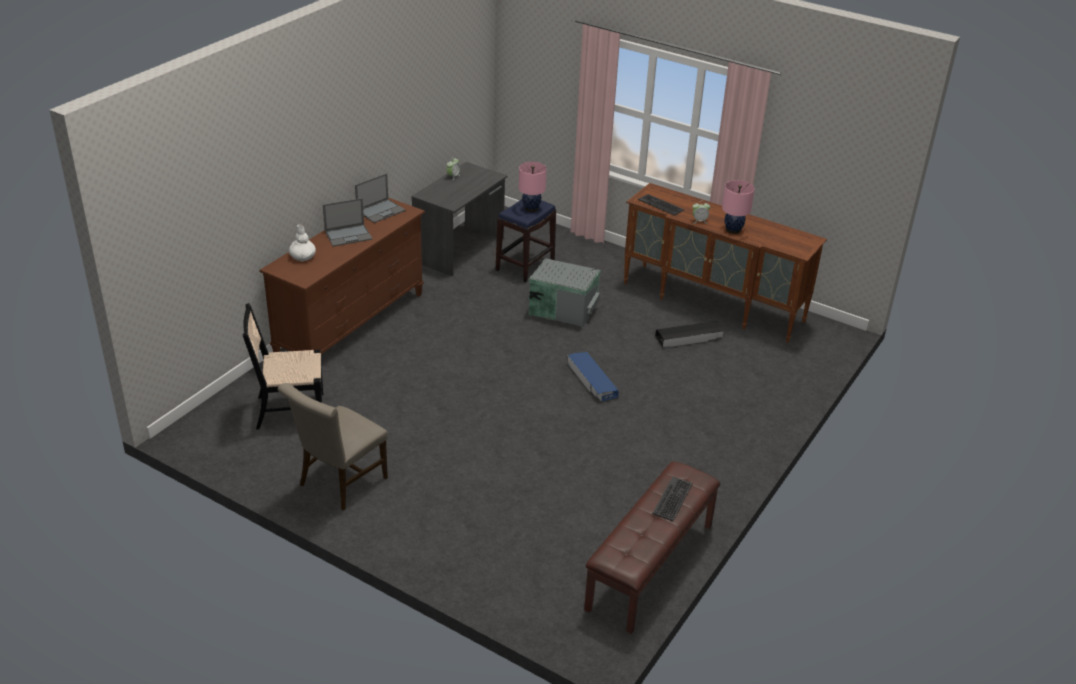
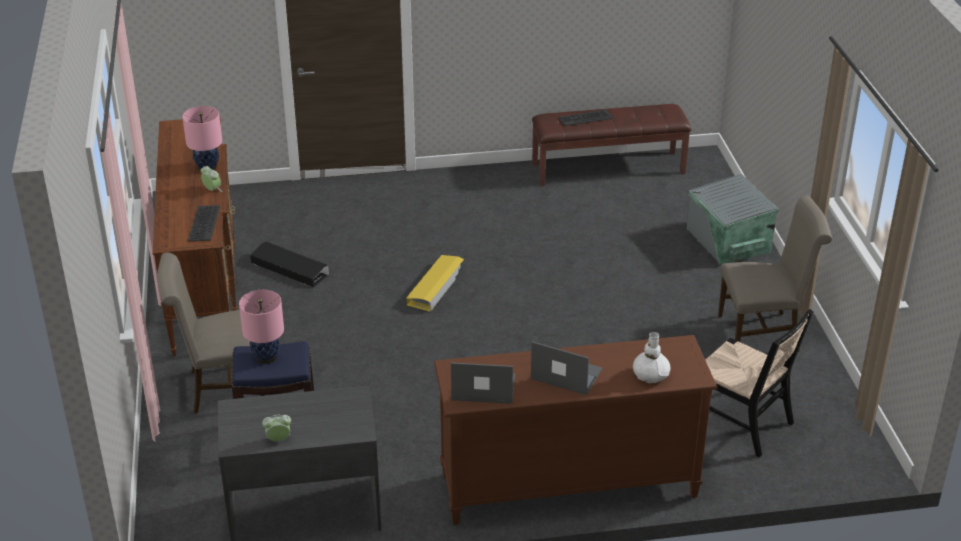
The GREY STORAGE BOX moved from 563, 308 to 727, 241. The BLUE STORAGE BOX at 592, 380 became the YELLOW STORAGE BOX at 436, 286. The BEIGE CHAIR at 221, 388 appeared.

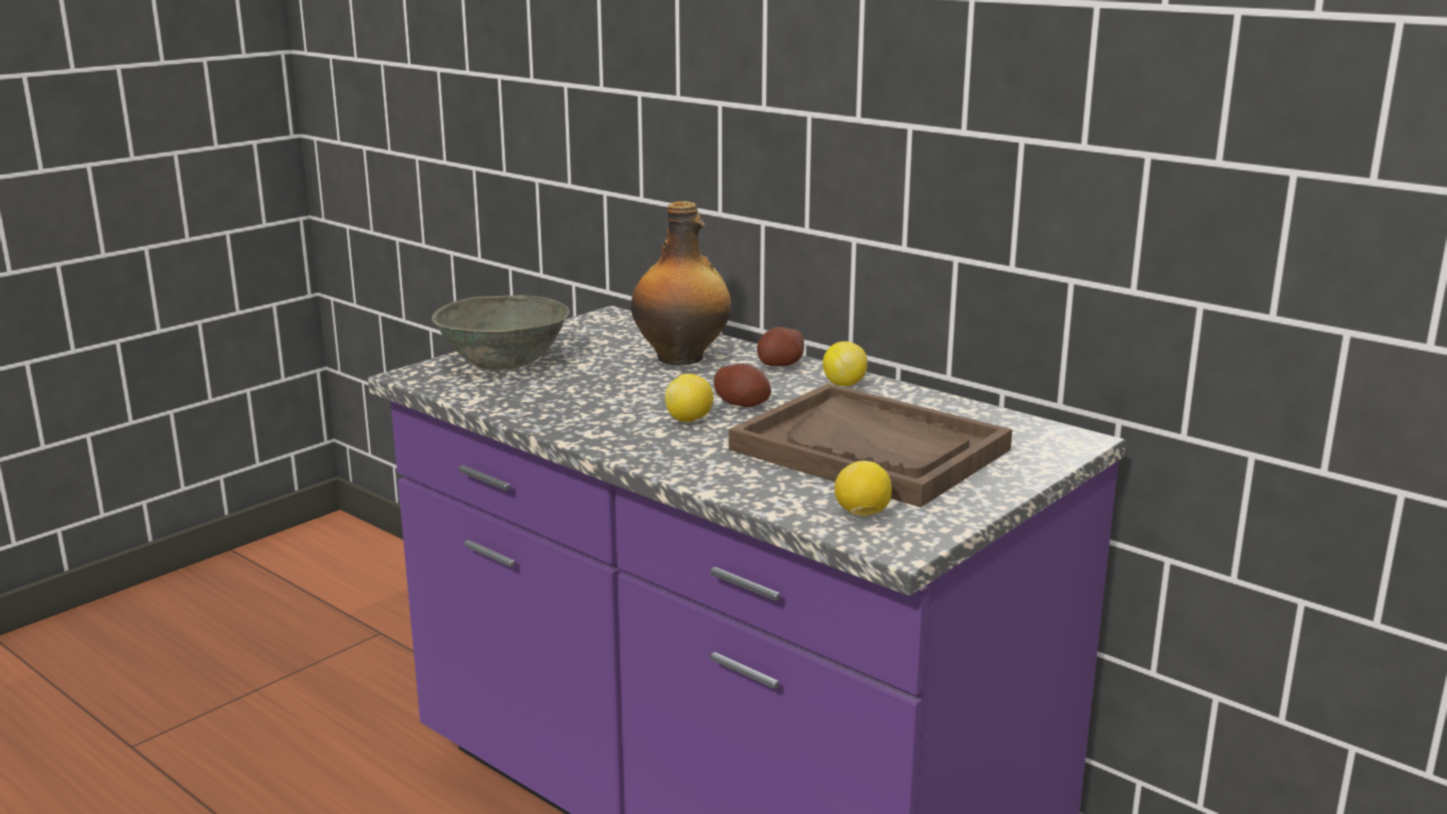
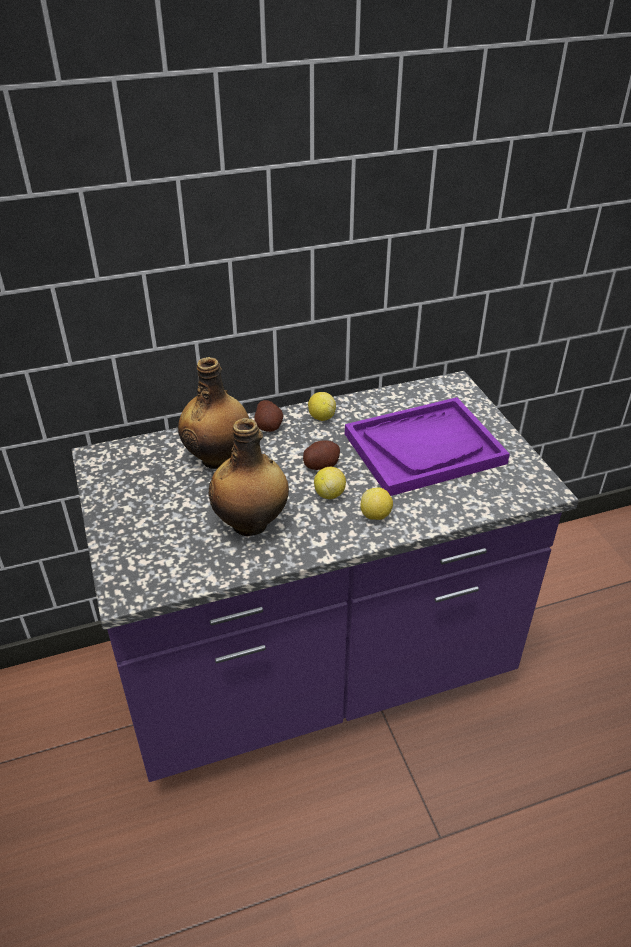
The GREY BOWL at 504, 361 disappeared. The BROWN TRAY at 870, 450 became the PURPLE TRAY at 424, 448. The LEMON moved from 862, 514 to 375, 515. The BOTTLE at 251, 523 appeared.

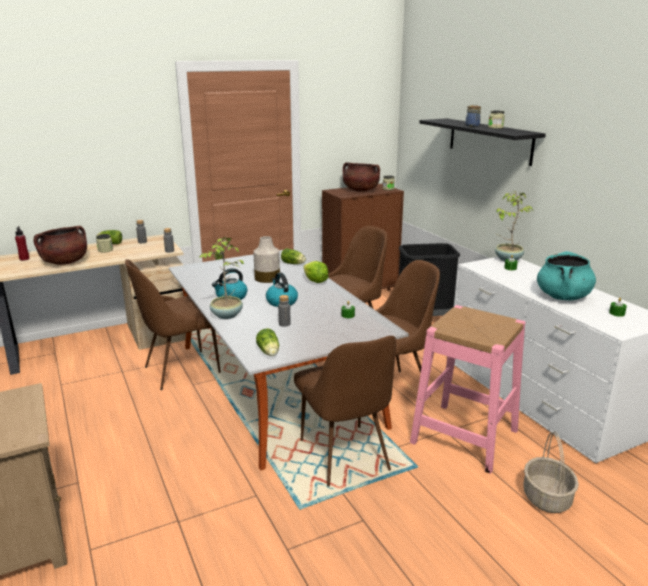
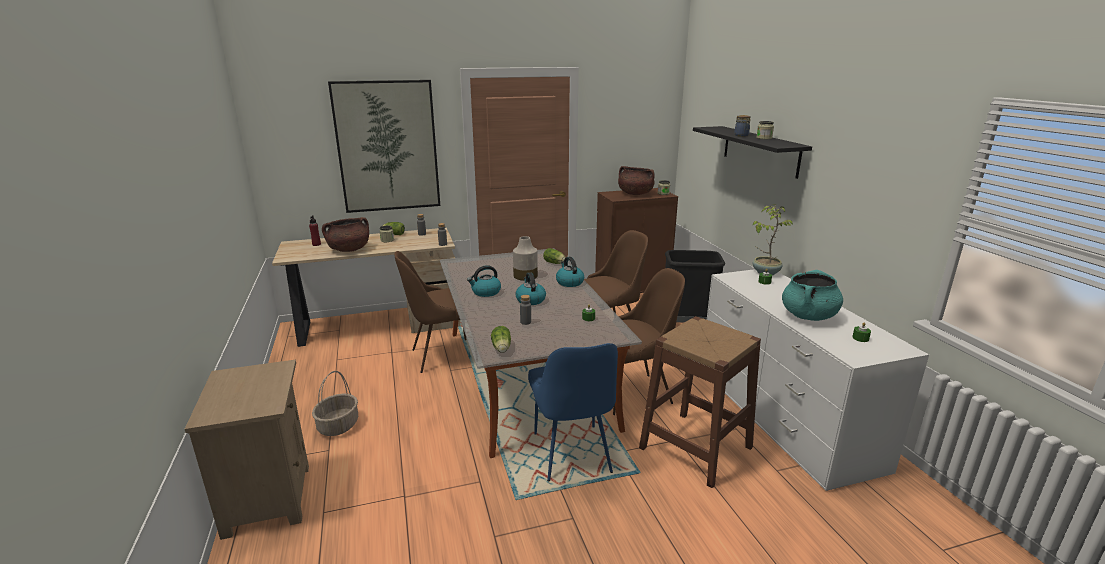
The POTTED PLANT at 226, 315 disappeared. The BROWN CHAIR at 345, 455 became the BLUE CHAIR at 573, 453. The LETTUCE at 315, 281 was replaced by the KETTLE at 569, 282. The PINK STOOL at 464, 436 became the BROWN STOOL at 696, 447. The BASKET moved from 547, 498 to 338, 426. The PICTURE at 387, 147 appeared.

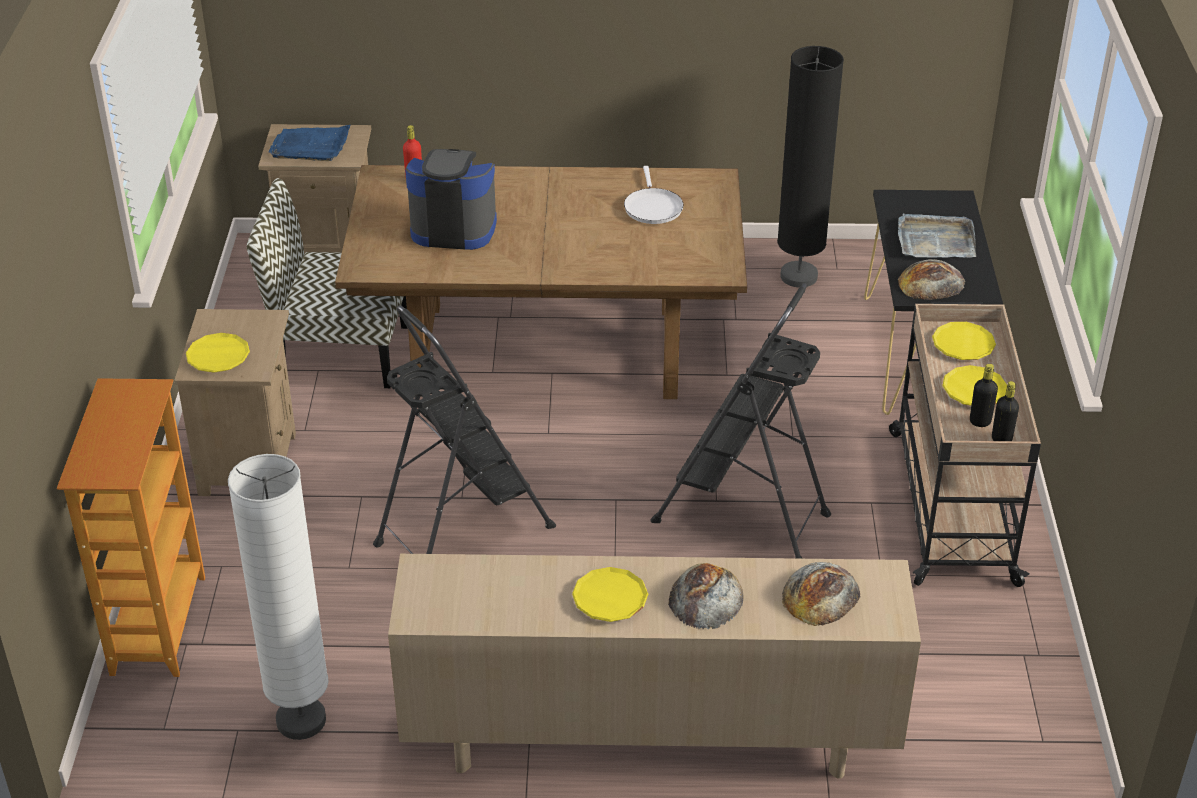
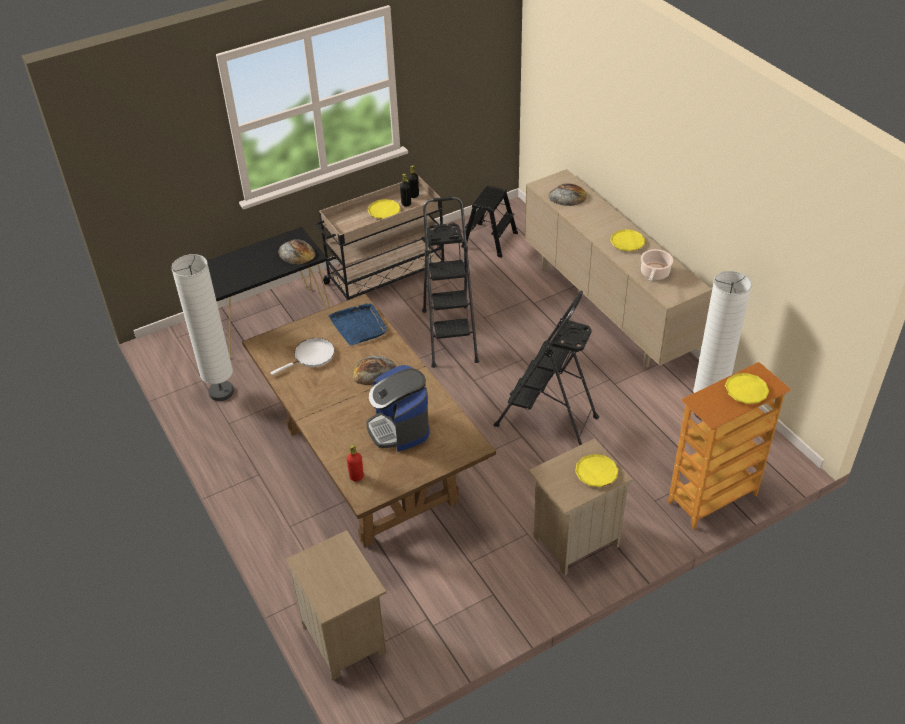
The CHAIR at 339, 353 disappeared. The BLUE TRAY moved from 311, 146 to 359, 326. The BREAD moved from 706, 597 to 374, 371. The BLACK FLOOR LAMP at 799, 277 became the WHITE FLOOR LAMP at 221, 392. The GREY TRAY at 935, 240 disappeared. The YELLOW PLATE moved from 963, 345 to 746, 391. The BLACK STEP LADDER at 489, 240 appeared. The COOKING POT at 654, 274 appeared.

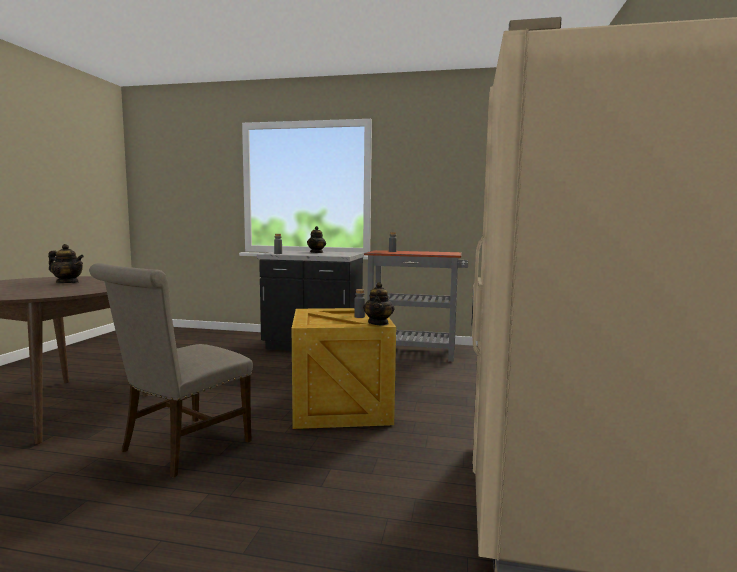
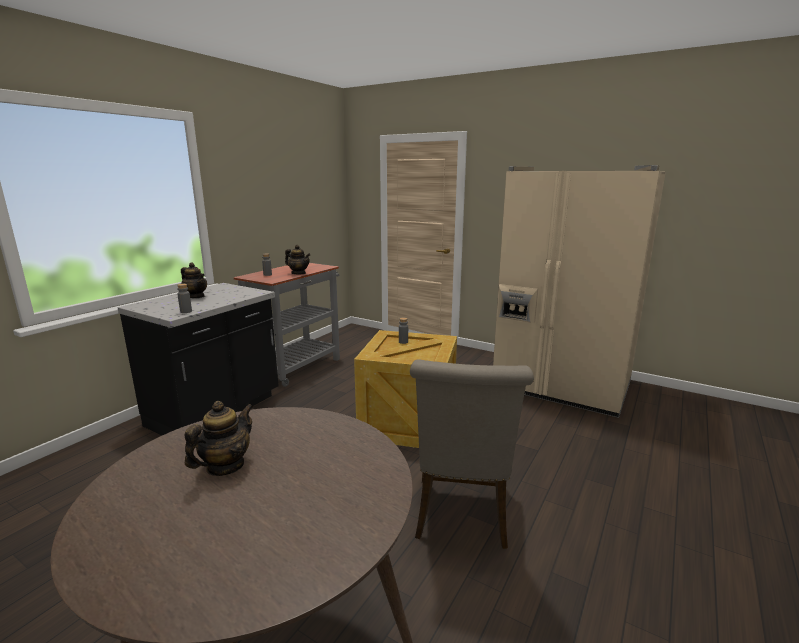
The BEIGE CHAIR at 180, 448 turned 45 degrees clockwise. The TEAPOT moved from 378, 323 to 298, 273.

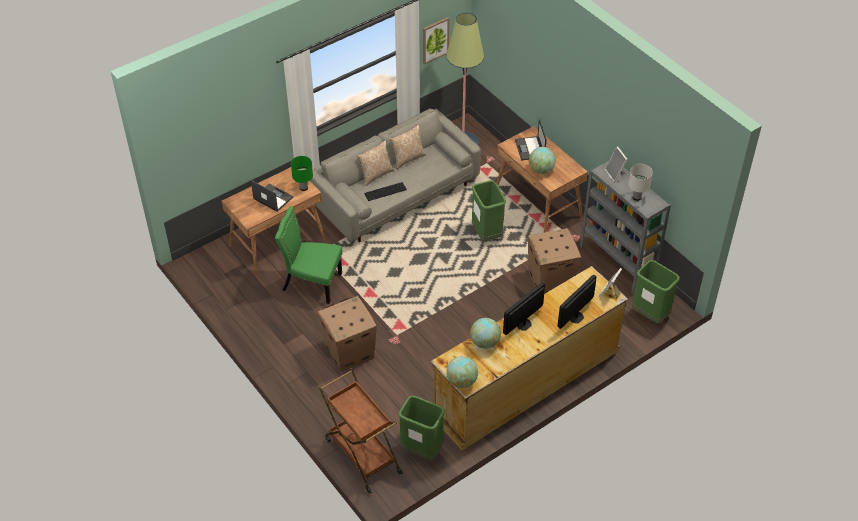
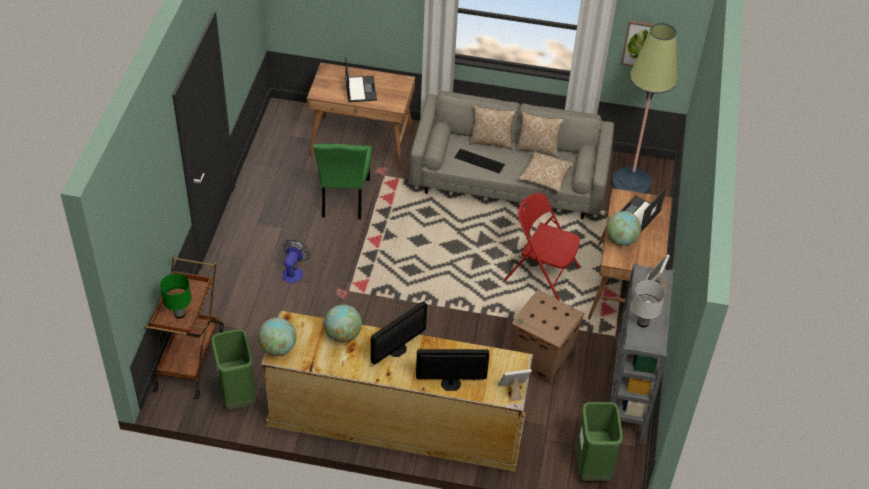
The GREEN CHAIR at 313, 283 turned 150 degrees counterclockwise. The GREEN TABLE LAMP moved from 304, 187 to 180, 314. The CARDBOARD BOX at 348, 352 was replaced by the FAN at 294, 271. The GREEN TRASH CAN at 486, 234 was replaced by the RED CHAIR at 542, 273. The MONITOR at 524, 324 turned 135 degrees clockwise. The PILLOW at 545, 177 appeared.

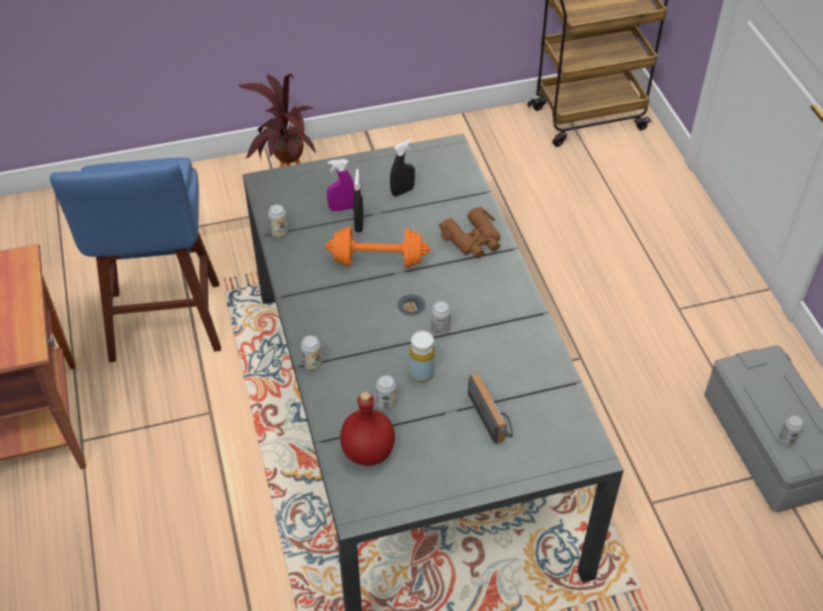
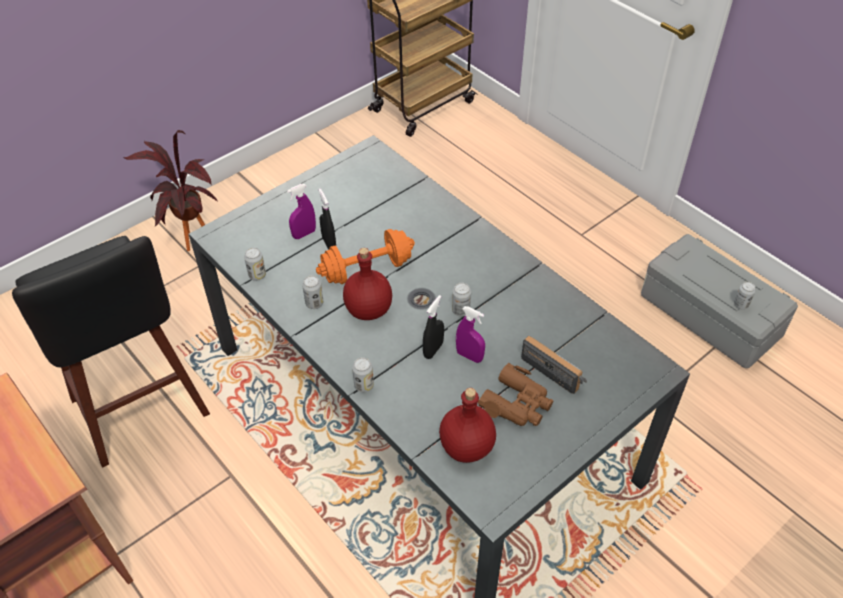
The BLUE STOOL at 164, 326 became the BLACK STOOL at 141, 411. The CAN moved from 386, 403 to 314, 303. The BLACK SPRAY BOTTLE moved from 402, 191 to 433, 350. The YELLOW BOTTLE at 421, 373 was replaced by the PURPLE SPRAY BOTTLE at 469, 356. The BROWN BINOCULARS moved from 473, 240 to 517, 403. The RED BOTTLE at 367, 310 appeared.

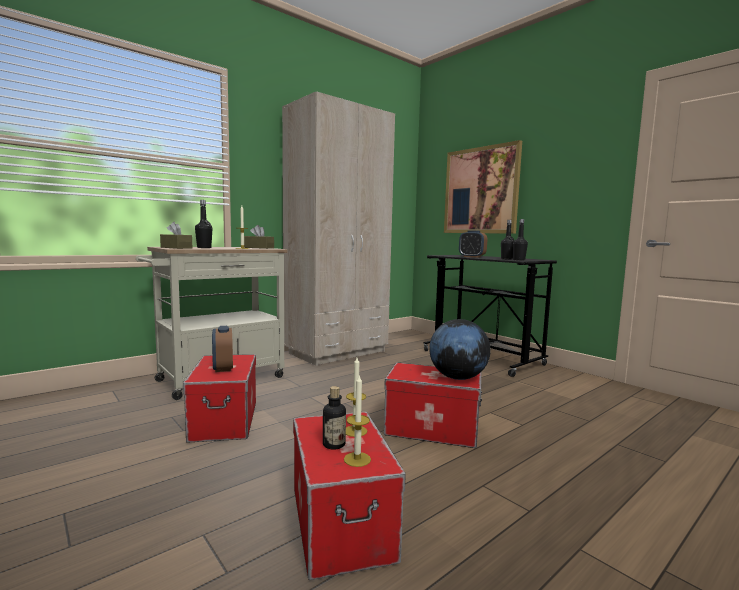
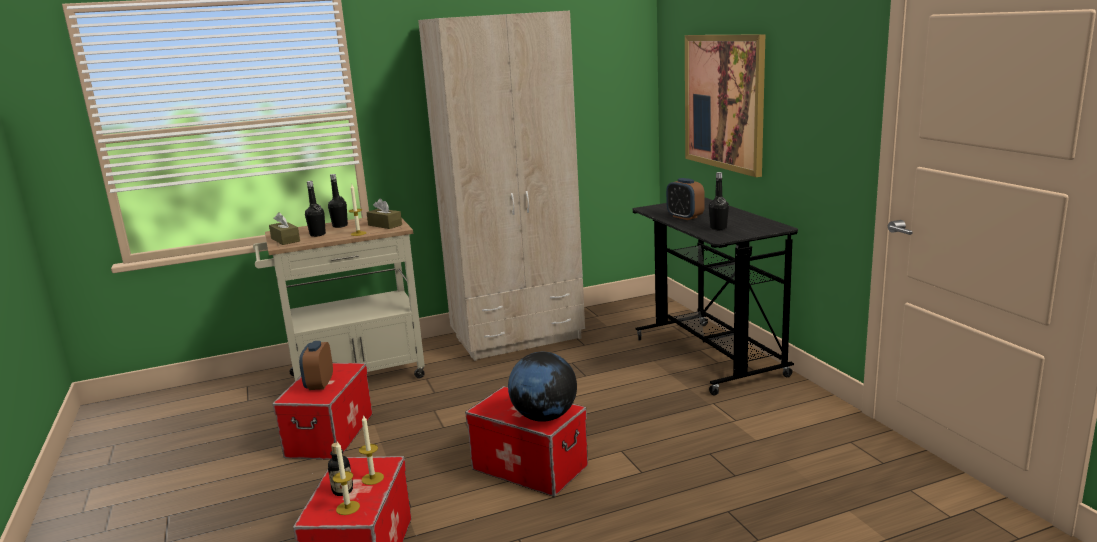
The BLACK BOTTLE moved from 519, 260 to 340, 226.

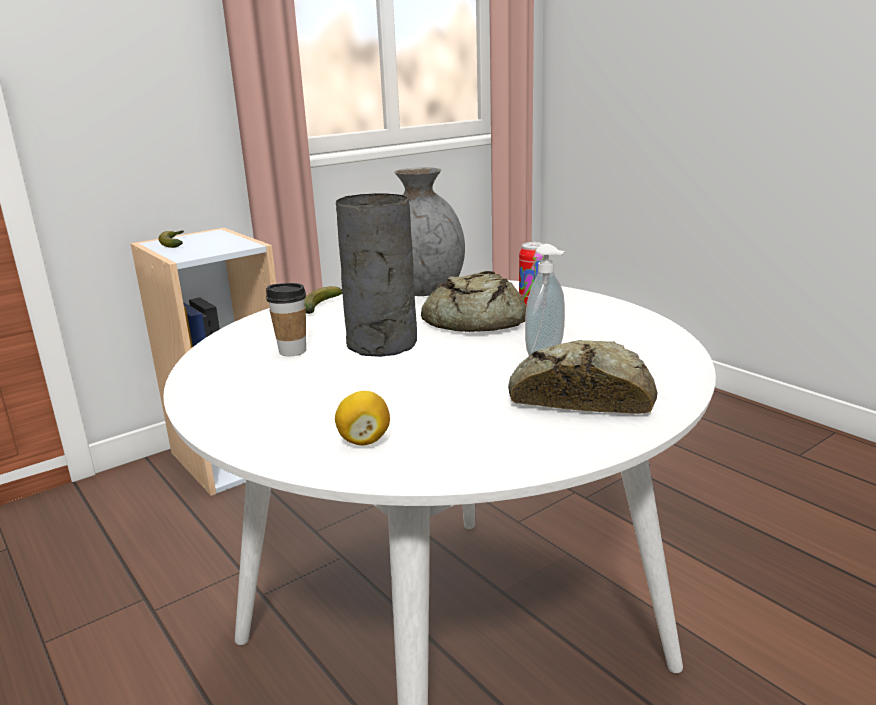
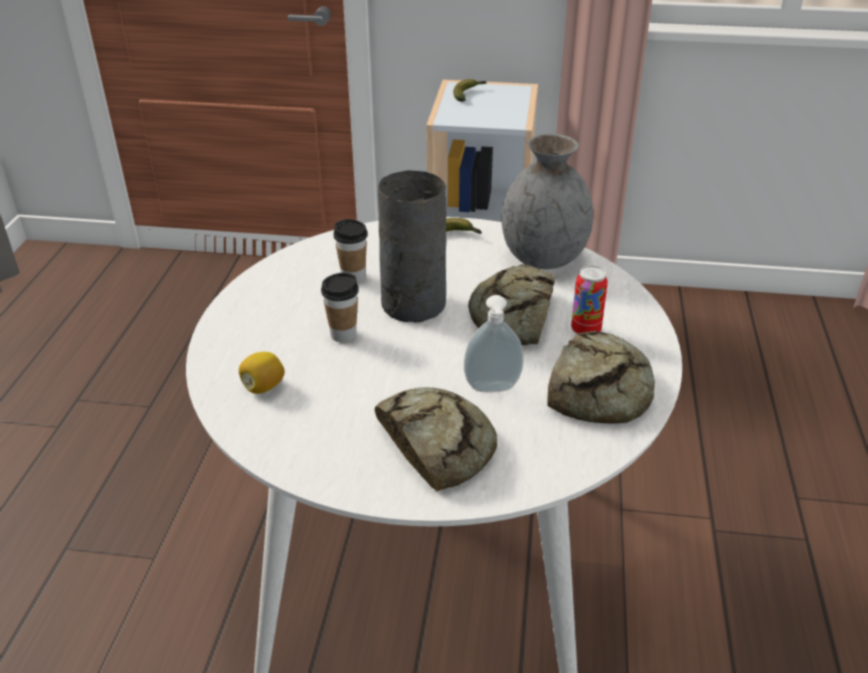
The CUP at 343, 334 appeared. The BREAD at 601, 389 appeared.

